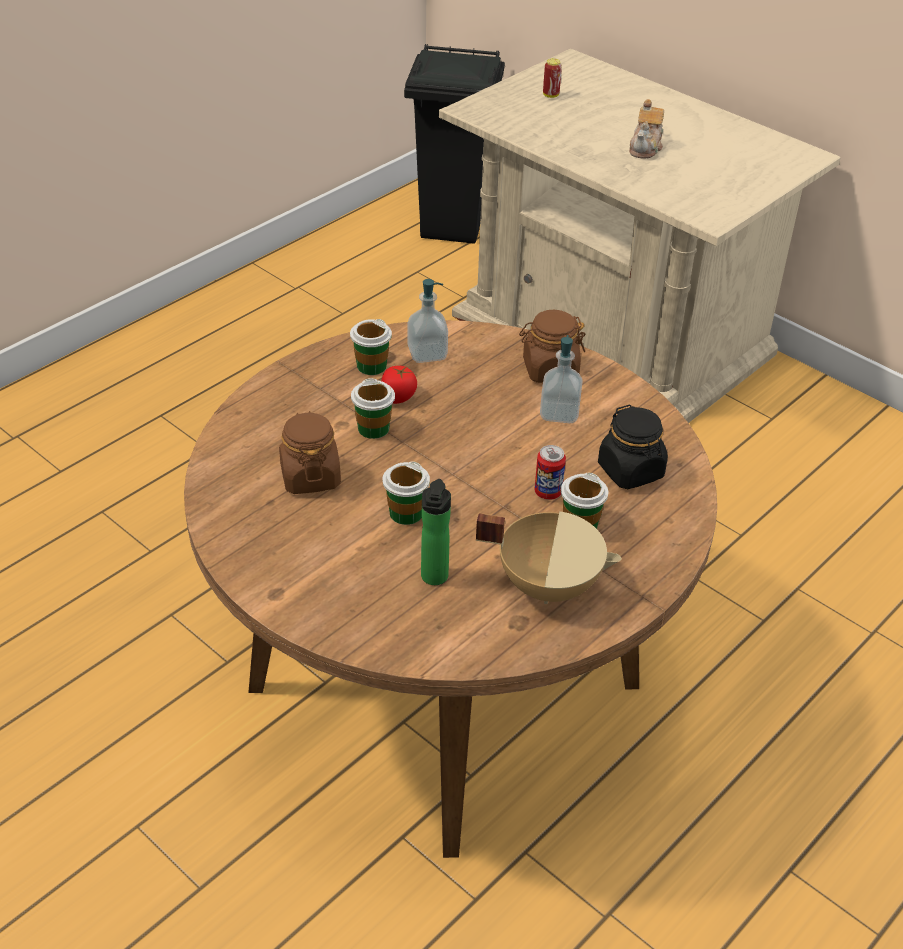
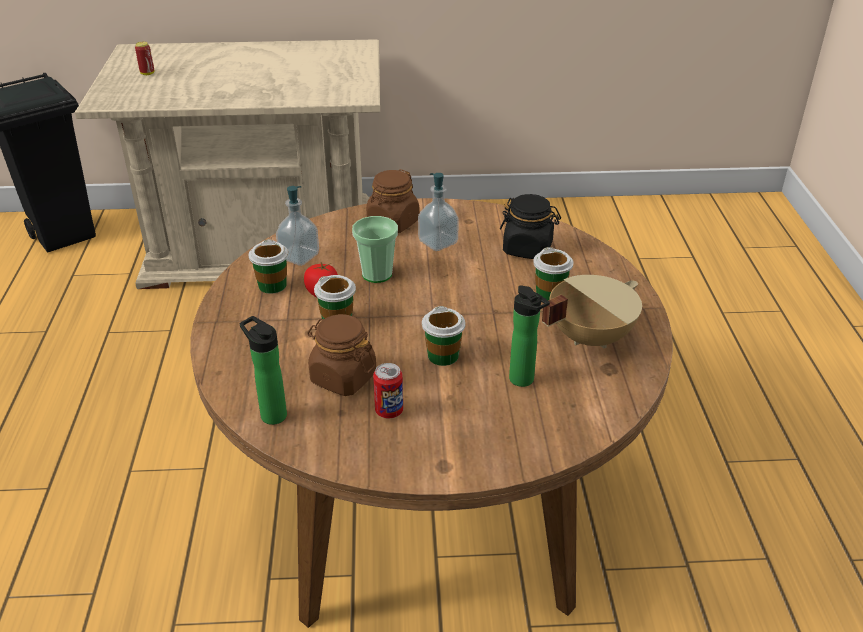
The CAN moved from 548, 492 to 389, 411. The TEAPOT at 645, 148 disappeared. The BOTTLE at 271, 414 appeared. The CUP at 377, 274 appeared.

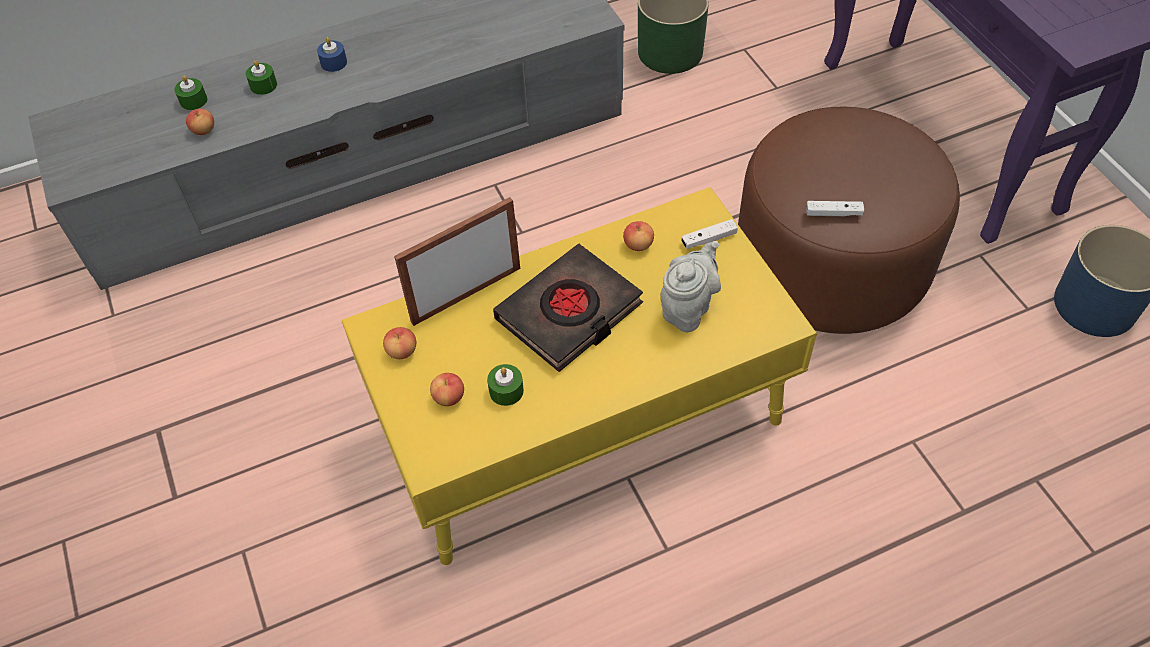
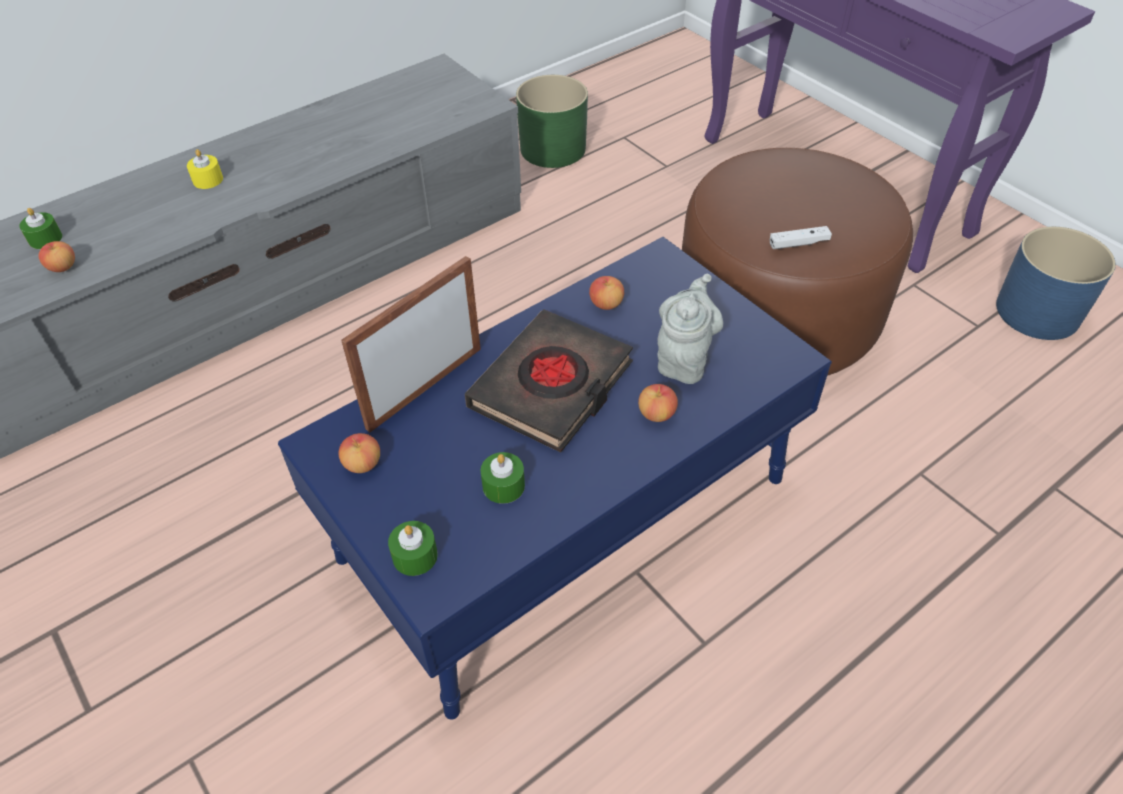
The GREEN CANDLE moved from 263, 85 to 415, 556. The BLUE CANDLE at 334, 62 became the YELLOW CANDLE at 208, 180. The YELLOW COFFEE TABLE at 578, 421 became the BLUE COFFEE TABLE at 564, 520. The APPLE moved from 449, 397 to 656, 414. The WHITE GAME CONTROLLER at 708, 239 disappeared.

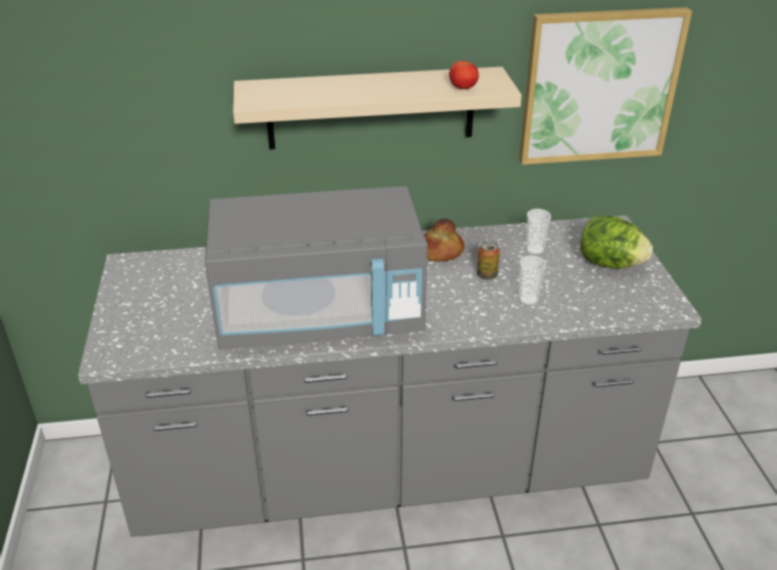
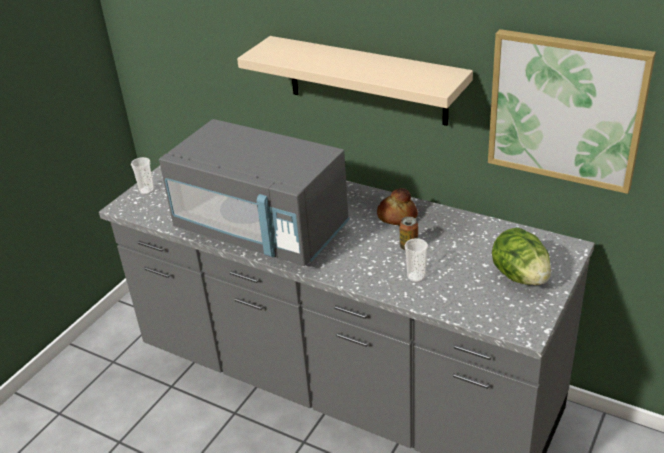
The TOMATO at 463, 88 disappeared. The CUP moved from 534, 250 to 147, 190.

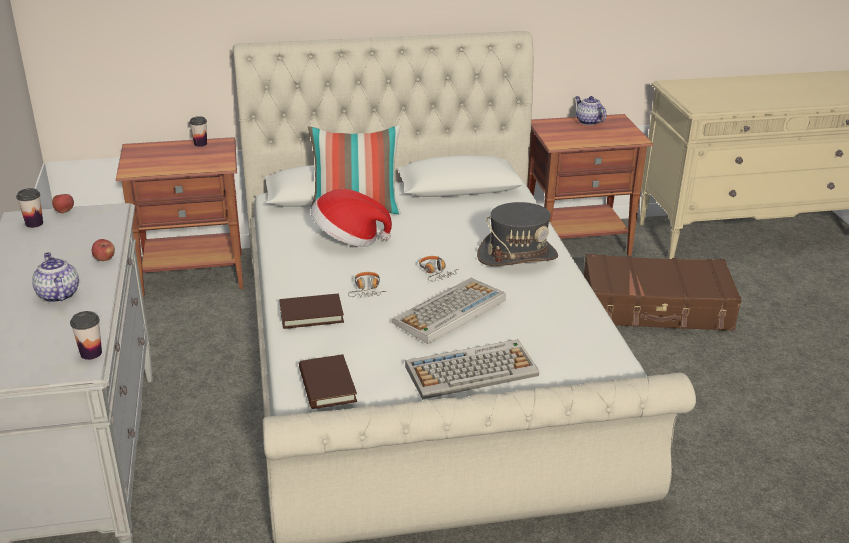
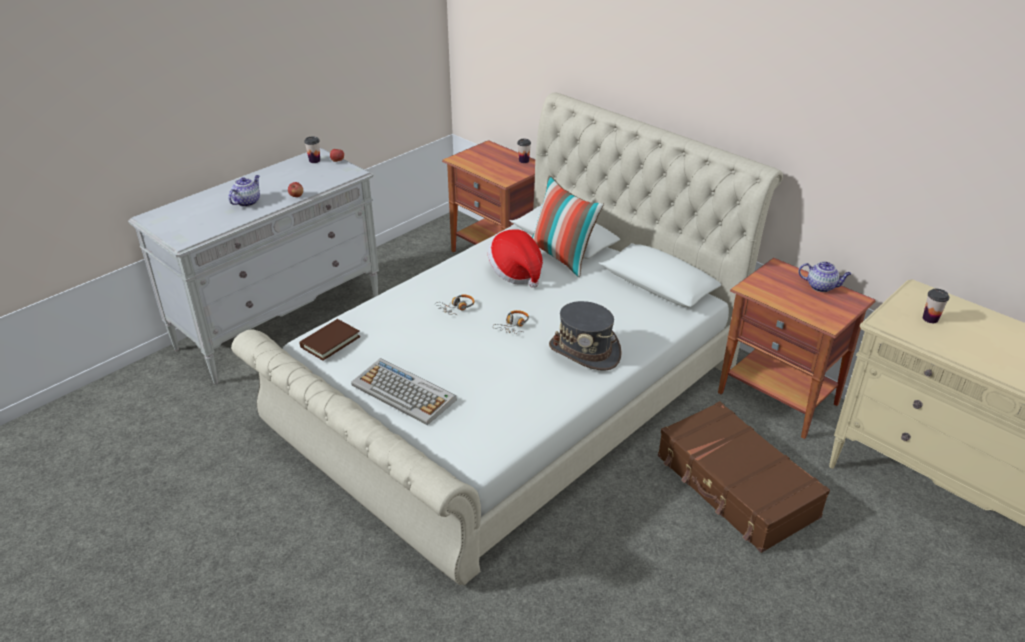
The CUP moved from 91, 353 to 930, 319. The BROWN BOOK at 311, 314 disappeared. The KEYBOARD at 449, 312 disappeared. The TEAPOT at 588, 121 turned 90 degrees clockwise.

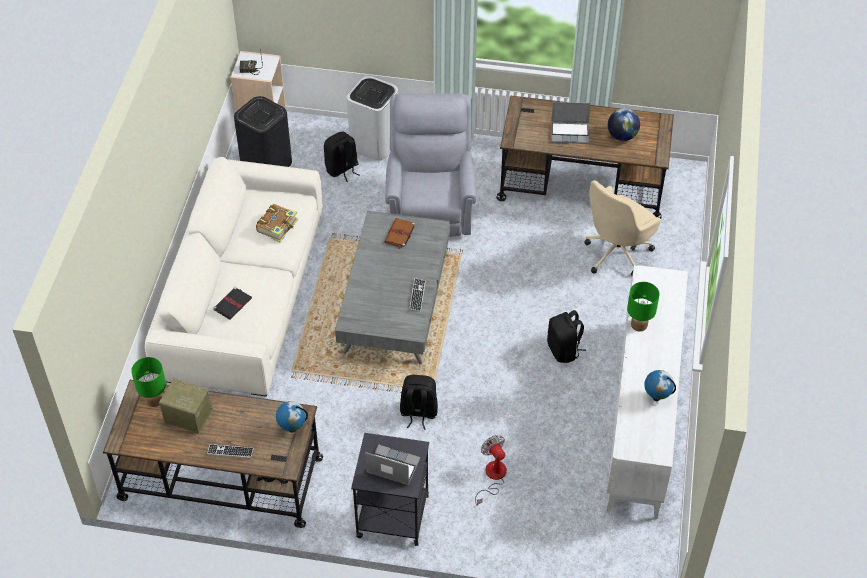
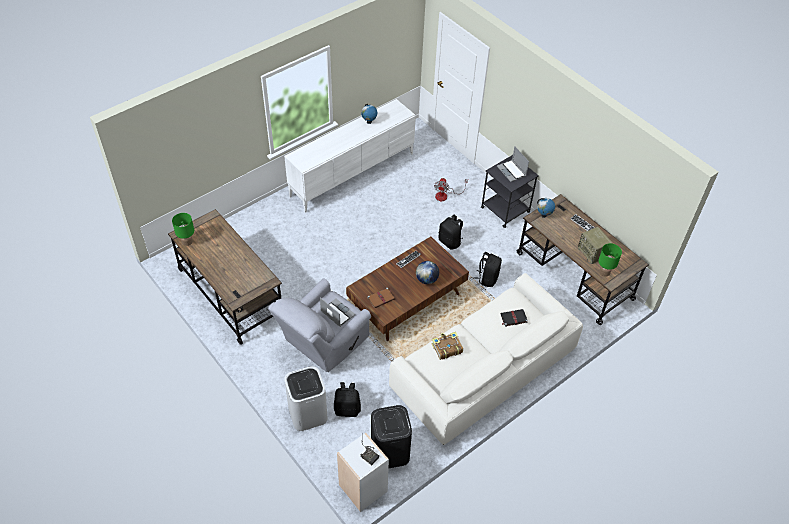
The GREY COFFEE TABLE at 396, 305 became the BROWN COFFEE TABLE at 406, 300. The BLACK BACKPACK moved from 564, 350 to 487, 278. The LAPTOP moved from 570, 133 to 337, 313. The BEIGE OFFICE CHAIR at 616, 253 disappeared. The GLOBE moved from 622, 136 to 426, 279. The GREEN TABLE LAMP moved from 638, 325 to 187, 241.

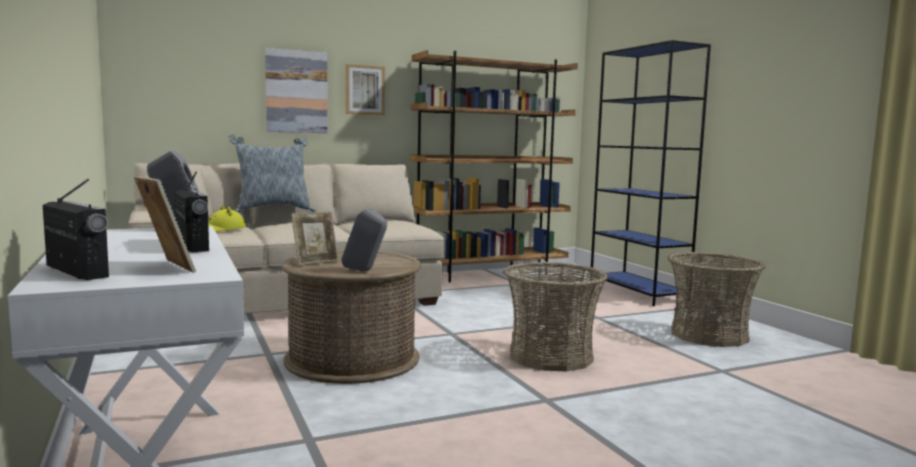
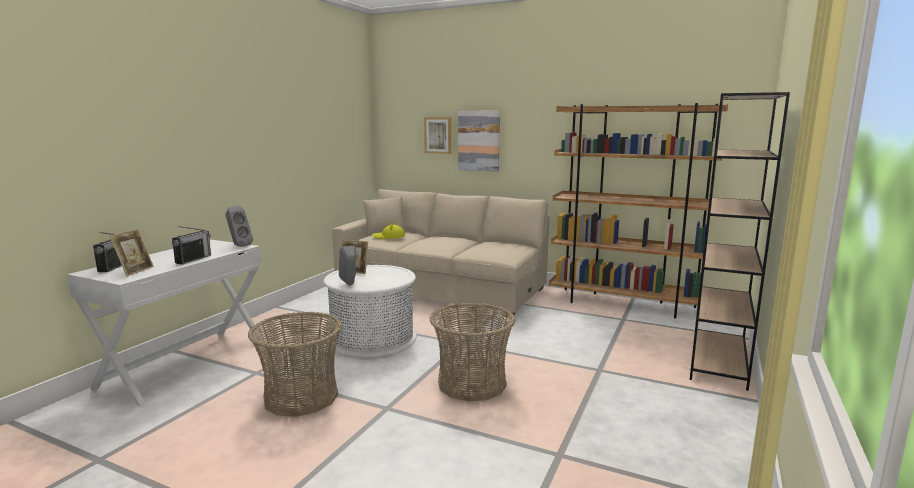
The PILLOW at 272, 220 disappeared. The BROWN COFFEE TABLE at 352, 359 became the WHITE COFFEE TABLE at 372, 339. The PICTURE moved from 364, 90 to 438, 135. The BLUE BOOKCASE at 638, 292 became the BEIGE BOOKCASE at 719, 362. The BASKET moved from 708, 335 to 301, 397.

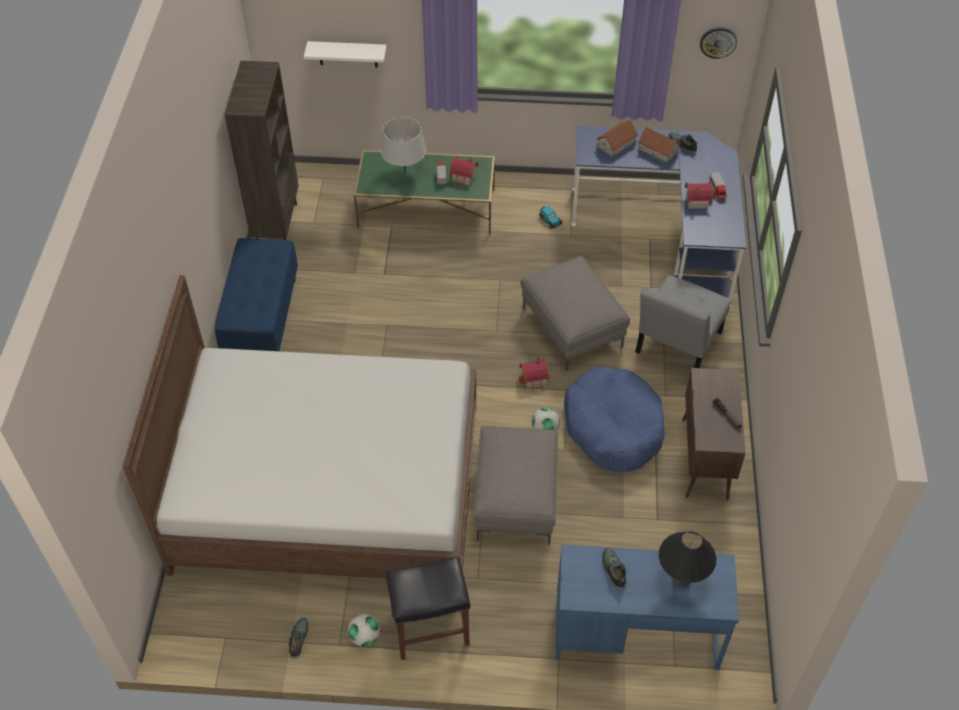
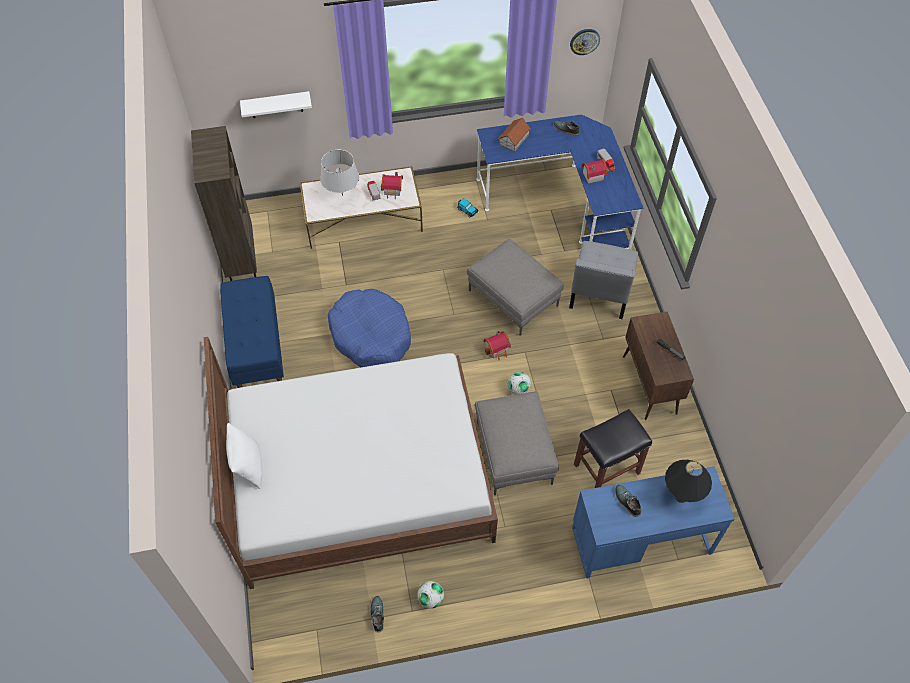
The GREEN COFFEE TABLE at 426, 208 became the WHITE COFFEE TABLE at 363, 220. The BLACK STOOL moved from 431, 628 to 607, 468. The BLUE DOG BED moved from 613, 427 to 371, 335. The TOY HOUSE at 658, 152 disappeared. The WHITE PILLOW at 249, 467 appeared.

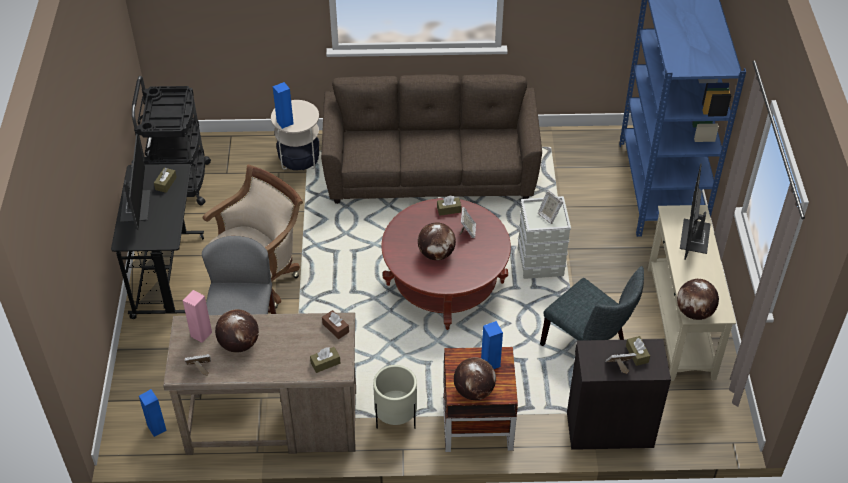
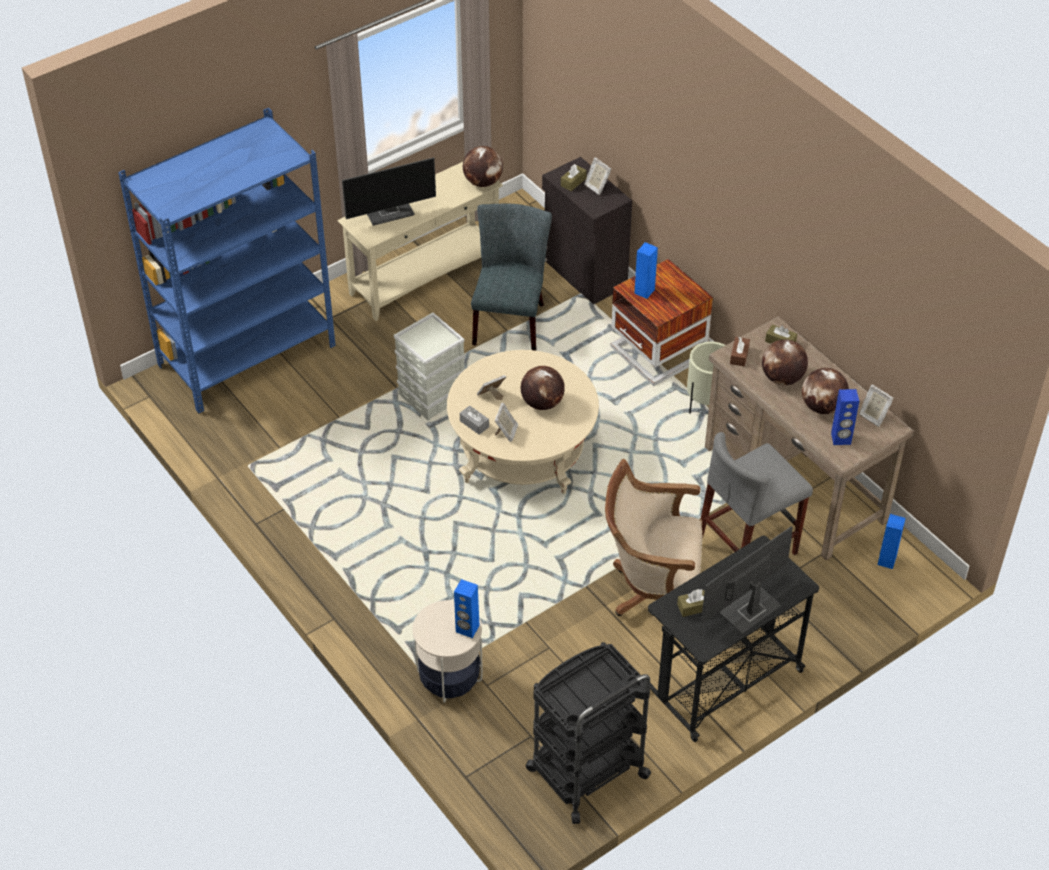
The PINK SPEAKER at 201, 334 became the BLUE SPEAKER at 841, 439. The BROWN SOFA at 431, 173 disappeared. The RED COFFEE TABLE at 445, 283 became the BEIGE COFFEE TABLE at 522, 451. The BROWN TISSUE BOX at 449, 210 became the GREY TISSUE BOX at 474, 424. The GLOBE moved from 474, 391 to 782, 378. The PICTURE FRAME moved from 548, 215 to 506, 433.

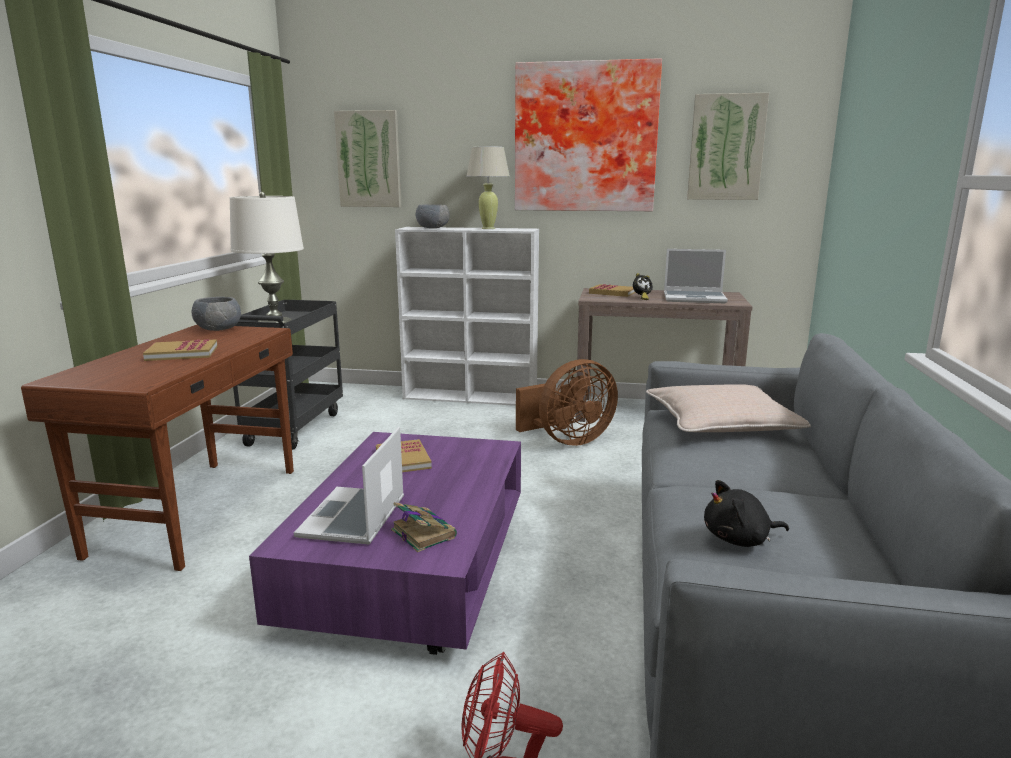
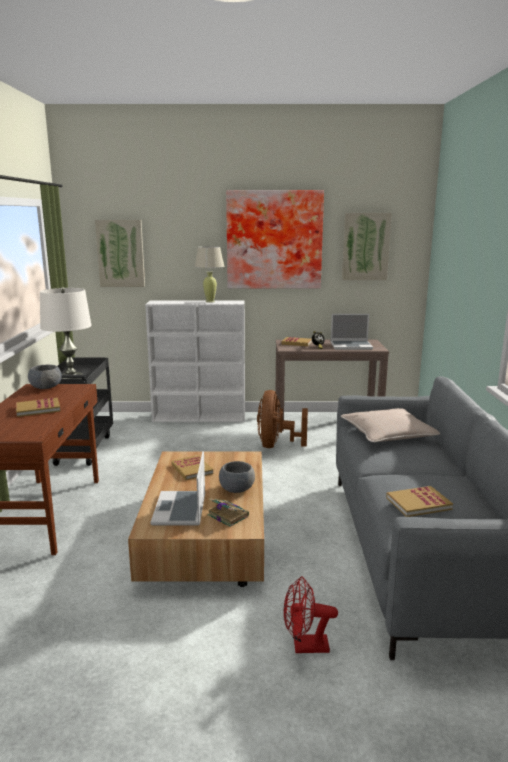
The PURPLE COFFEE TABLE at 412, 564 became the BROWN COFFEE TABLE at 206, 535. The GREY BOWL moved from 432, 228 to 236, 489. The BROWN FAN at 568, 440 turned 135 degrees clockwise. The BLACK PLUSH TOY at 740, 539 was replaced by the BOOK at 418, 503.

